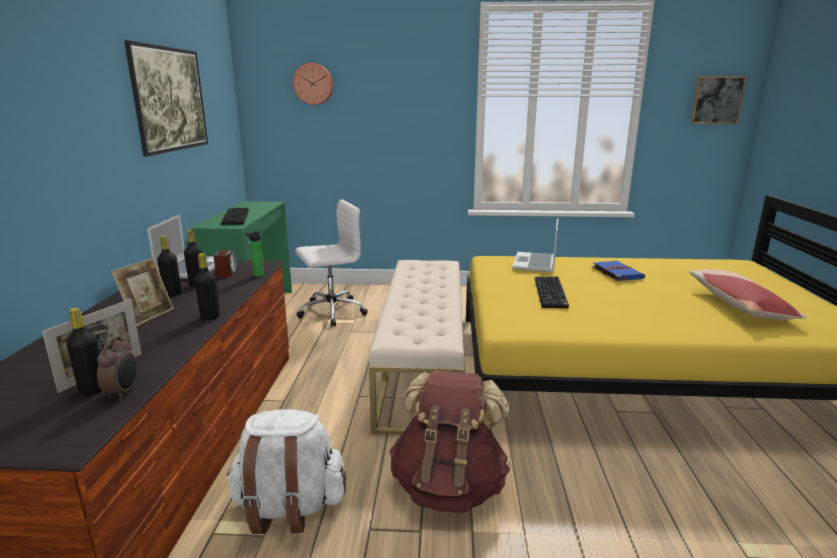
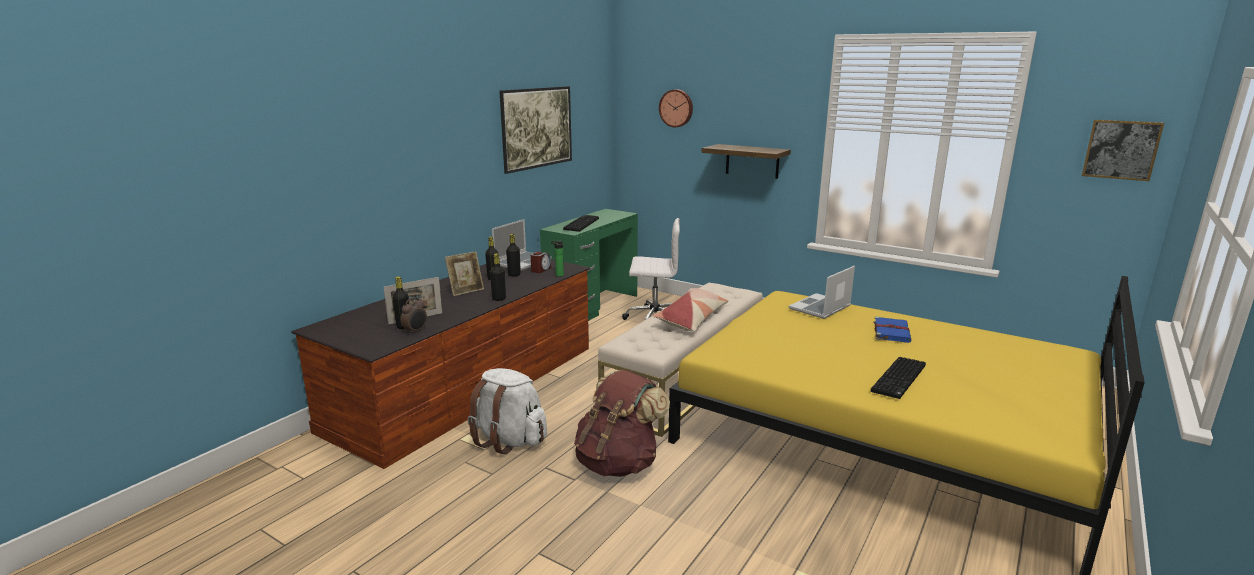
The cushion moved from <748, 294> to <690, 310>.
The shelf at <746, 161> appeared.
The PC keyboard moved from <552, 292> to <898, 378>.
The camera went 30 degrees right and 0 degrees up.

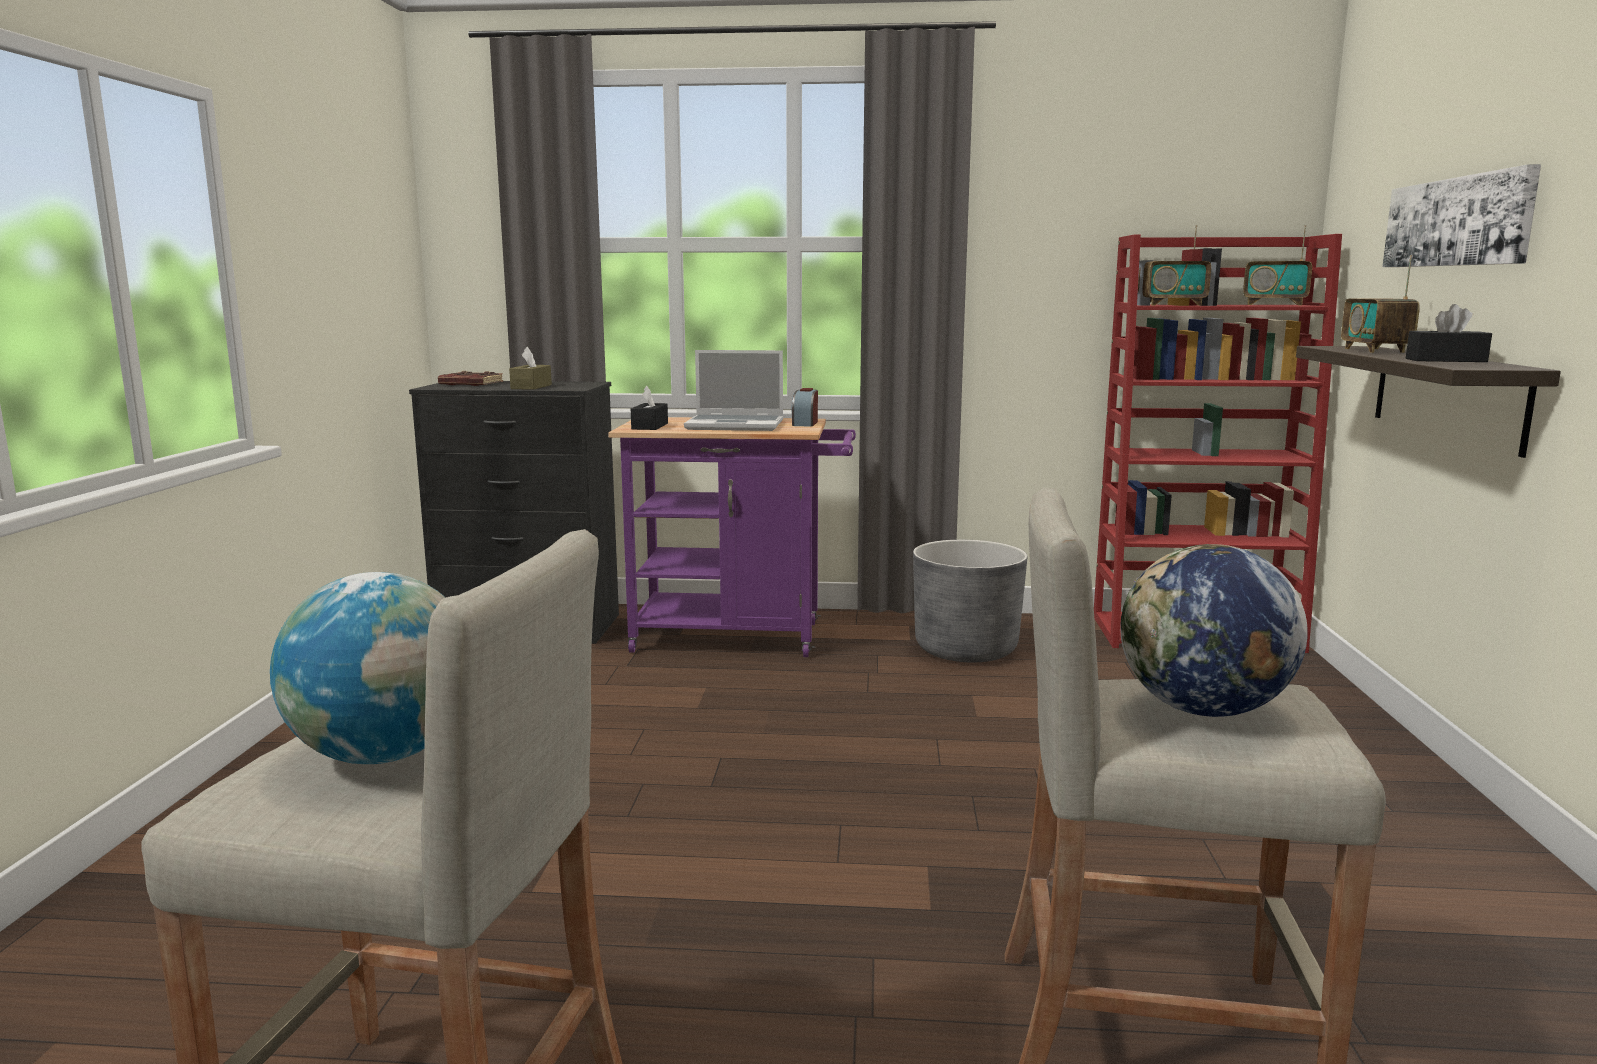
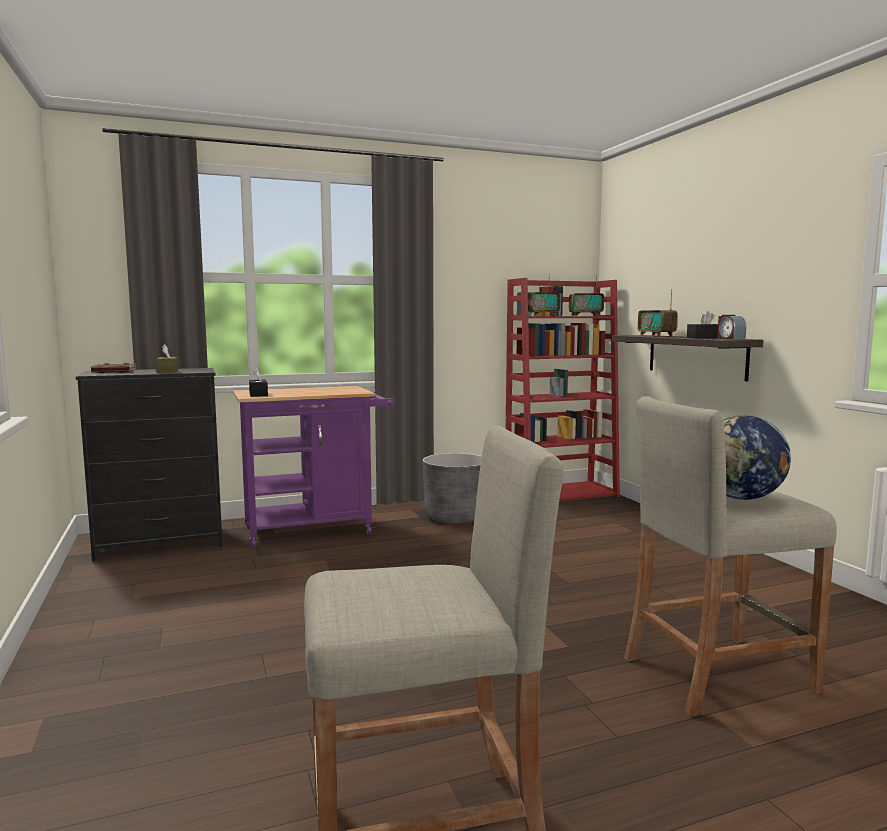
The table clock moved from <805, 407> to <731, 327>.
The desk globe at <358, 668> disappeared.
The portable computer at <733, 390> disappeared.
The wall picture at <1461, 215> disappeared.
The camera went 25 degrees left and 5 degrees down.

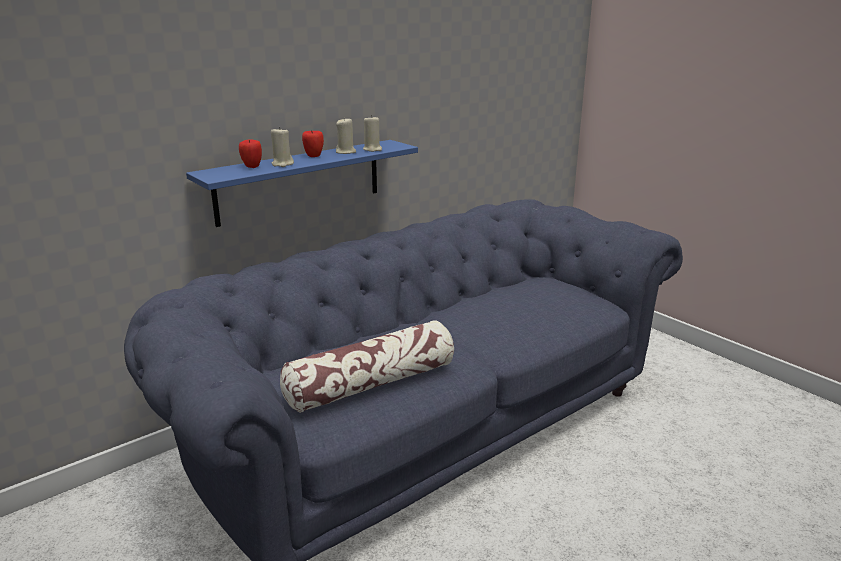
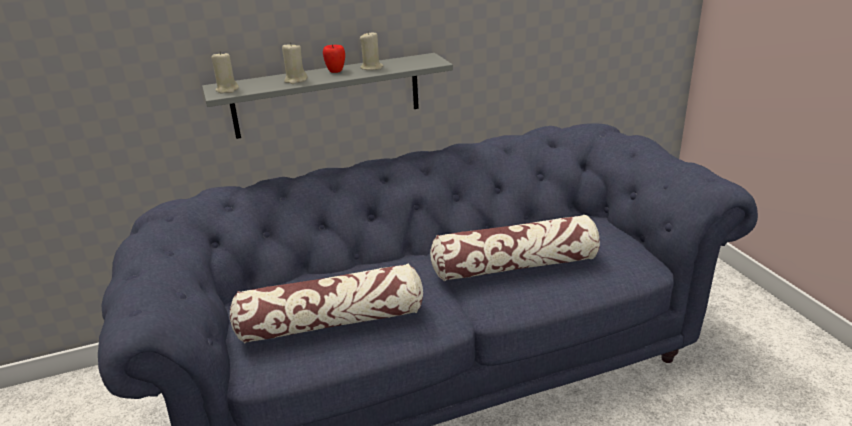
The shelf in bluish at <302, 183> became the shelf in gray at <327, 96>.
The wax light in sand-coloured moved from <372, 133> to <225, 72>.
The cushion at <515, 248> appeared.
The apple at <250, 153> disappeared.
The camera went 20 degrees right and 5 degrees up.

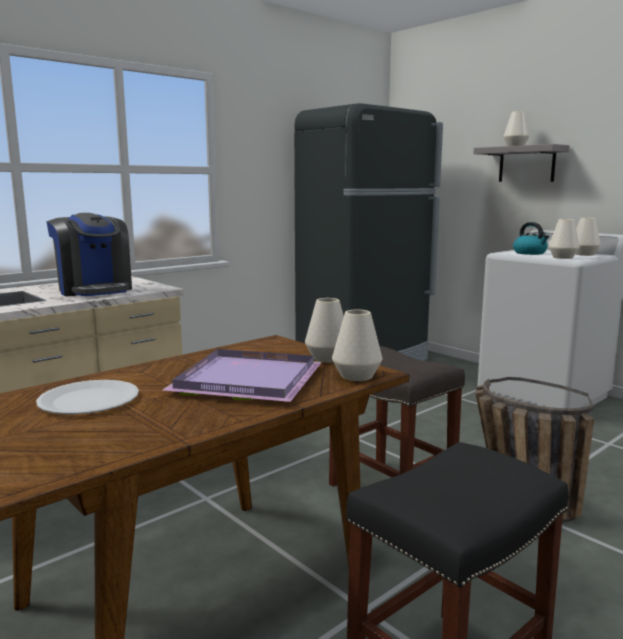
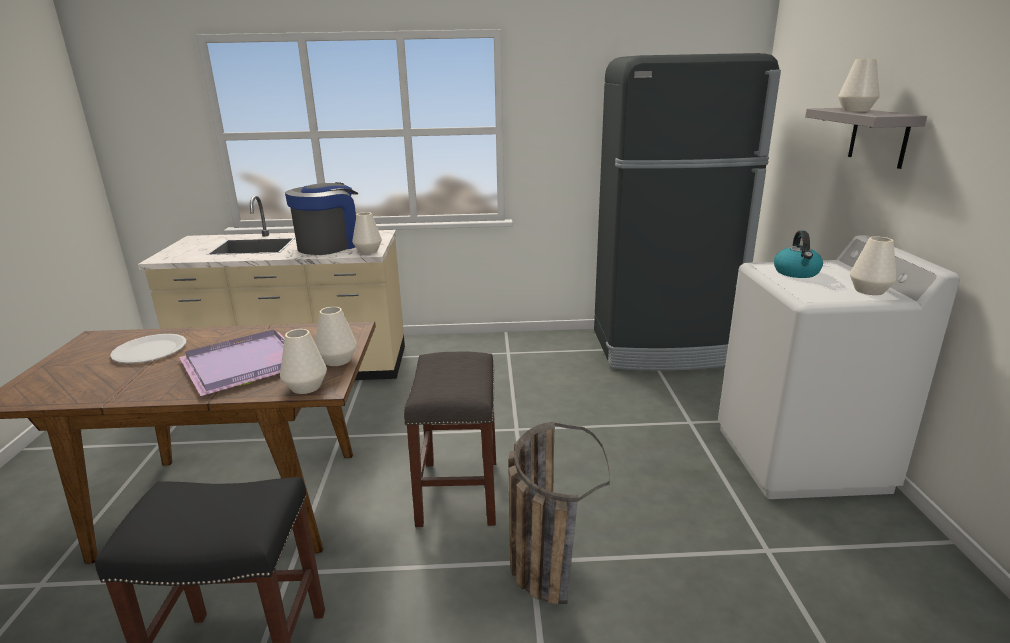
The coffee maker at <89, 254> turned 150 degrees counterclockwise.
The decorative vase in white-coloured moved from <564, 239> to <367, 233>.
The camera went 40 degrees right and 10 degrees up.

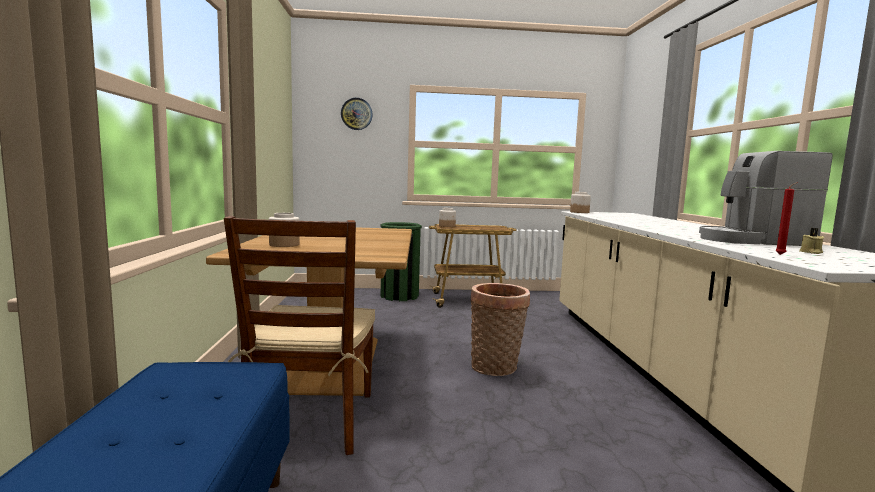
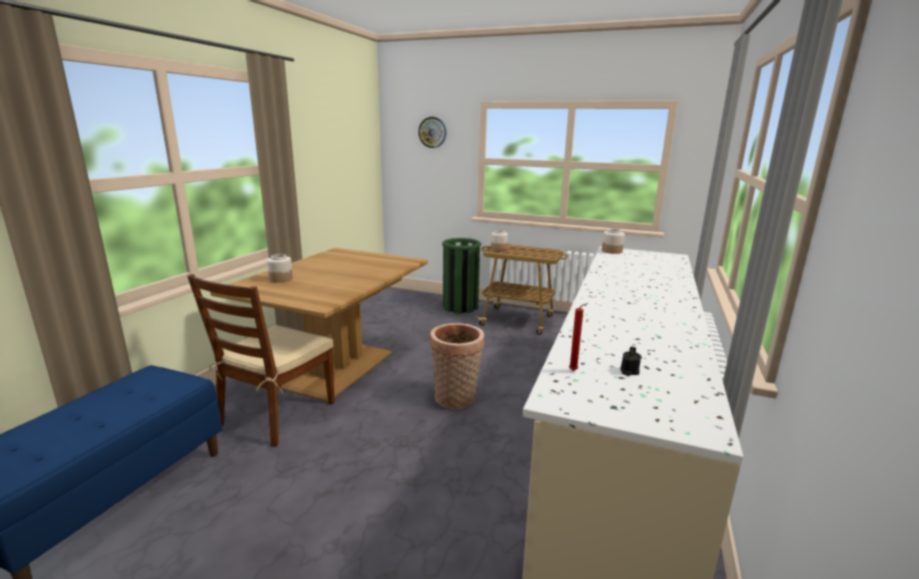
The wax light in sand-coloured at <812, 241> became the wax light in black-coloured at <631, 361>.
The coffee maker at <766, 198> disappeared.
The camera went 25 degrees right and 10 degrees up.

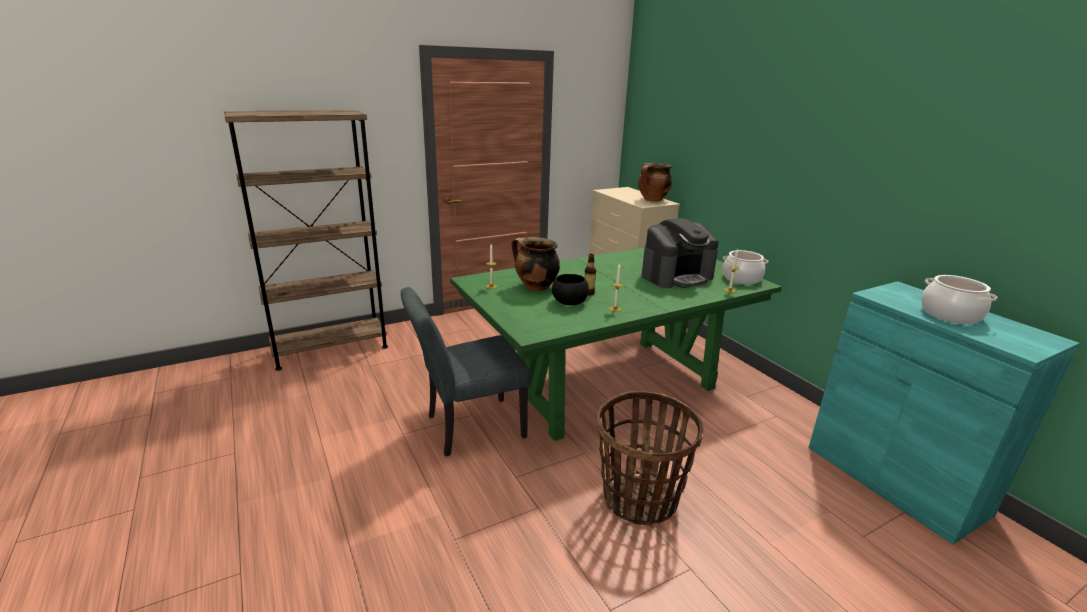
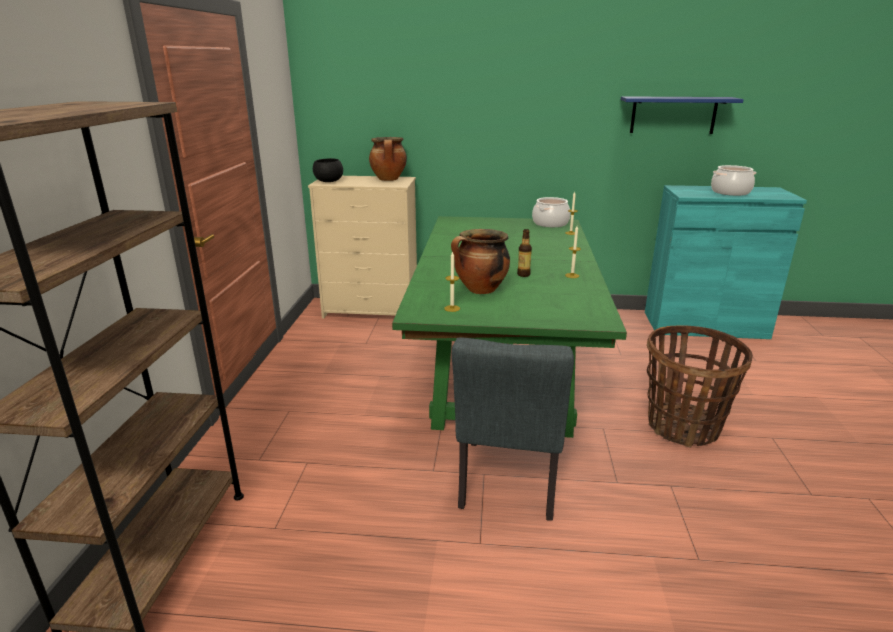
The serving bowl in black-coloured moved from <570, 289> to <328, 170>.
The shelf in bluish at <682, 115> appeared.
The coffee maker at <680, 253> disappeared.
The camera went 55 degrees left and 0 degrees up.

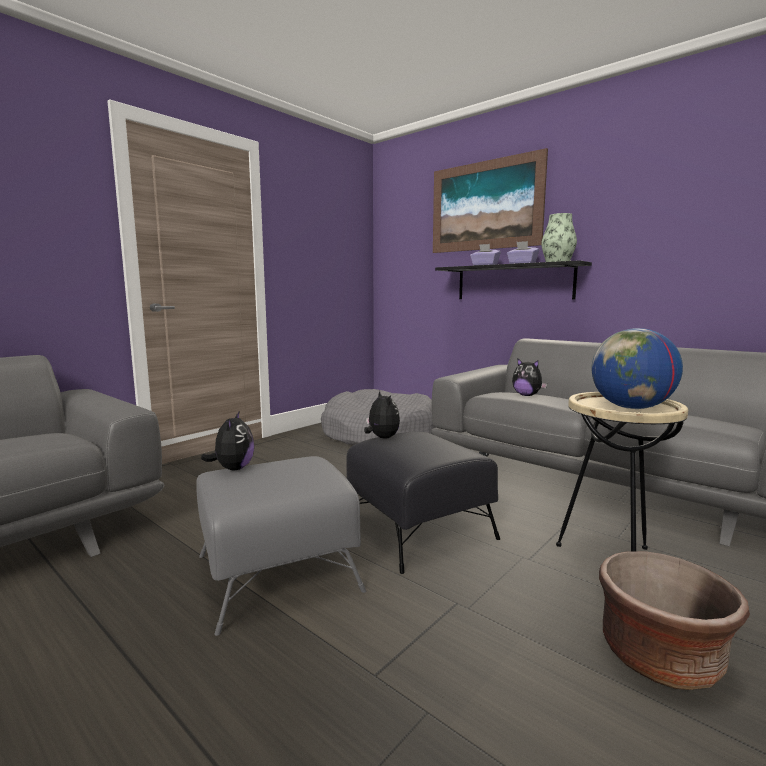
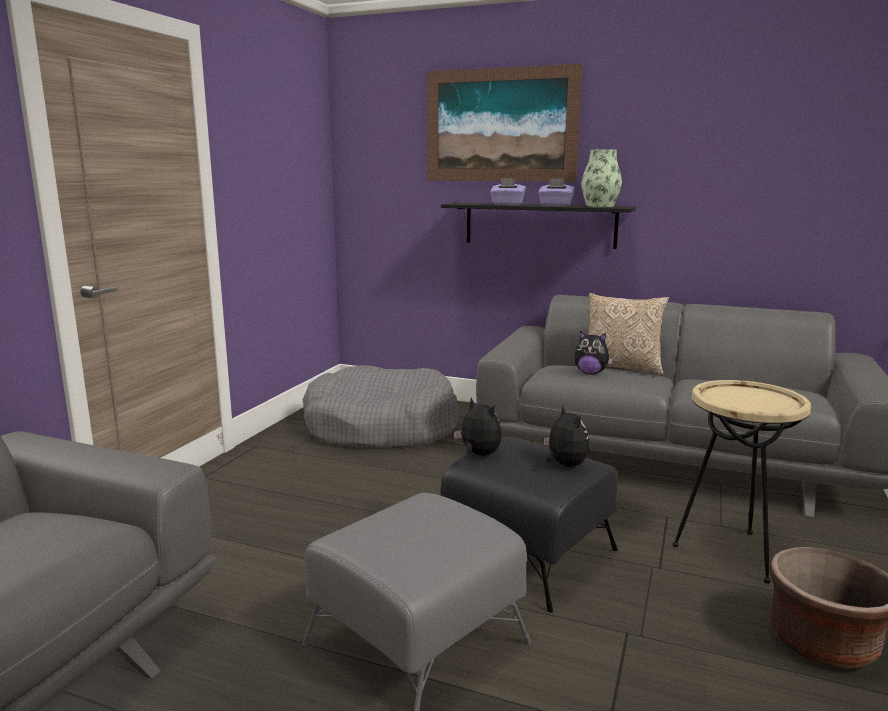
The cuddly toy moved from <228, 440> to <566, 435>.
The cushion at <628, 334> appeared.
The desk globe at <637, 368> disappeared.
The camera went 20 degrees left and 5 degrees up.

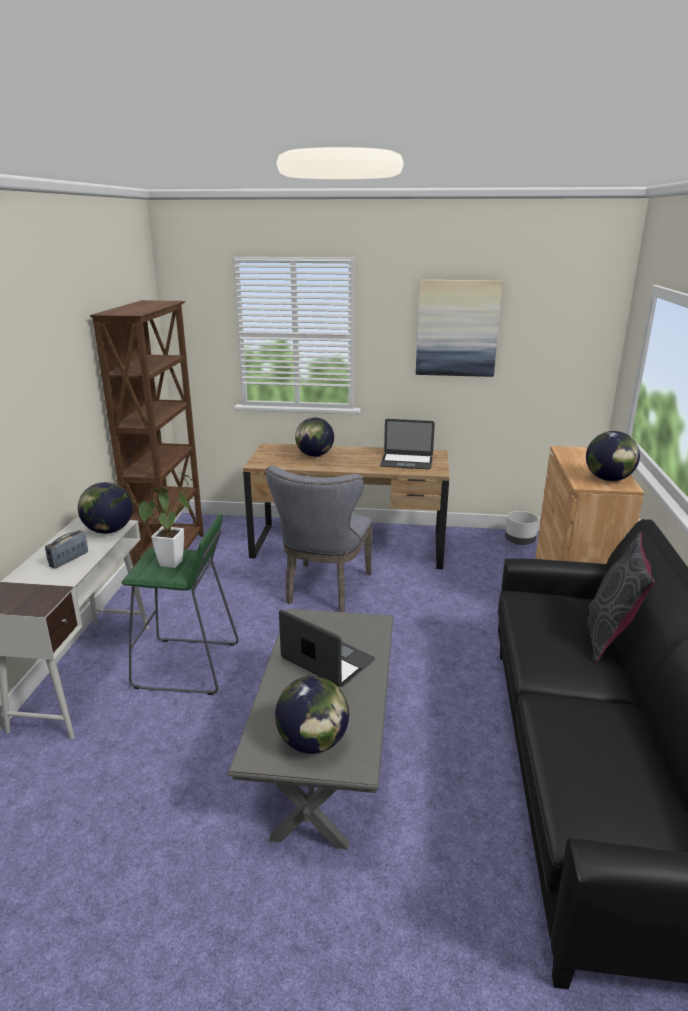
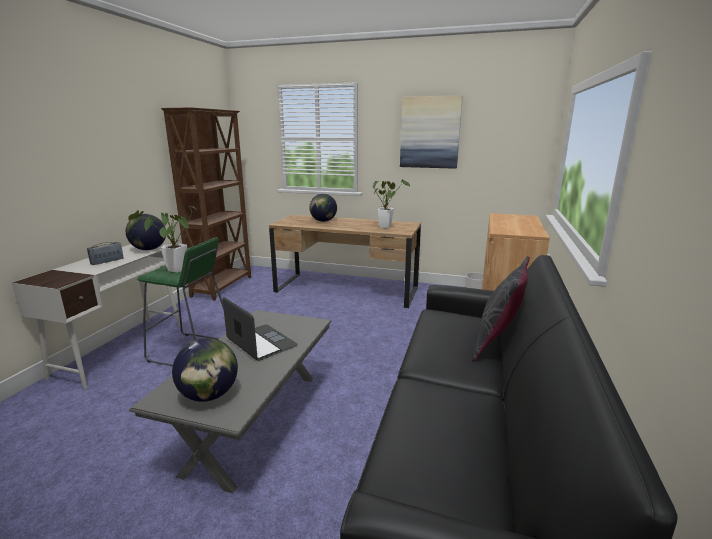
The portable computer at <407, 444> was replaced by the potted plant at <391, 204>.
The chair in gray at <319, 538> disappeared.
The desk globe at <613, 456> disappeared.
The camera went 10 degrees right and 5 degrees down.

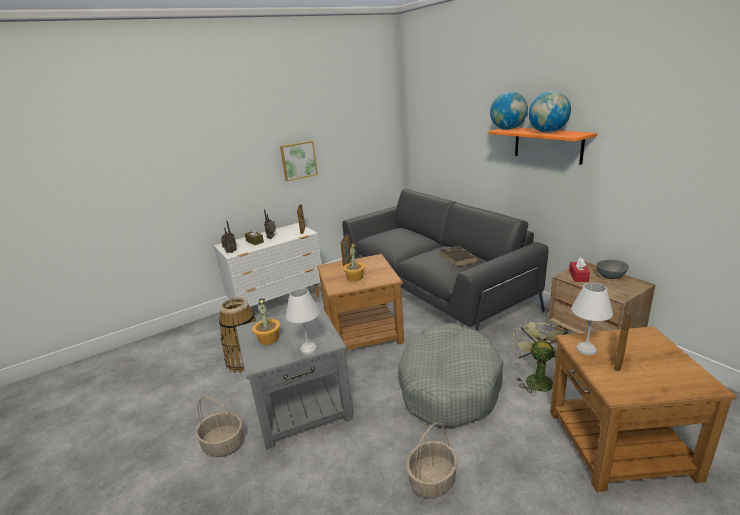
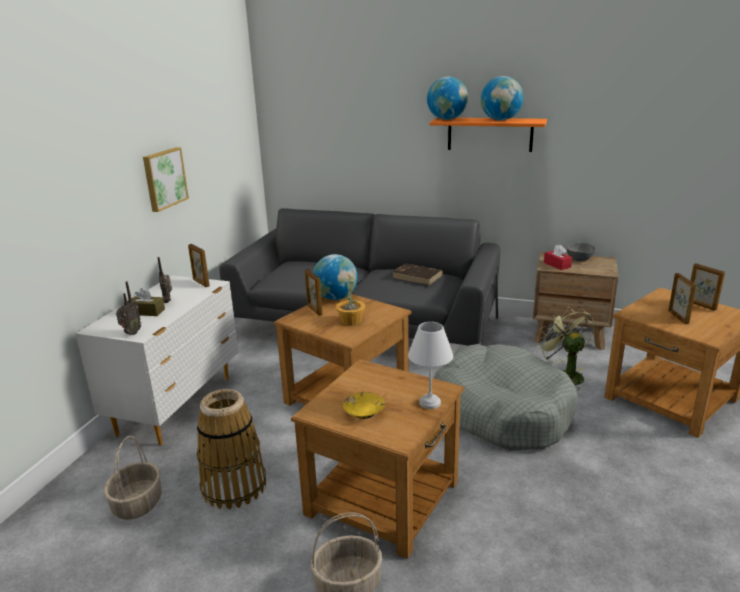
The basket moved from <432, 460> to <133, 478>.
The accent table in gray at <294, 377> became the accent table in brown at <377, 459>.
The desk globe at <335, 277> appeared.
The potted plant at <266, 321> was replaced by the serving bowl in yellow-coloured at <364, 405>.
The photo frame at <707, 287> appeared.
The table lamp in white-coloured at <592, 319> disappeared.
The camera went 40 degrees left and 0 degrees up.

